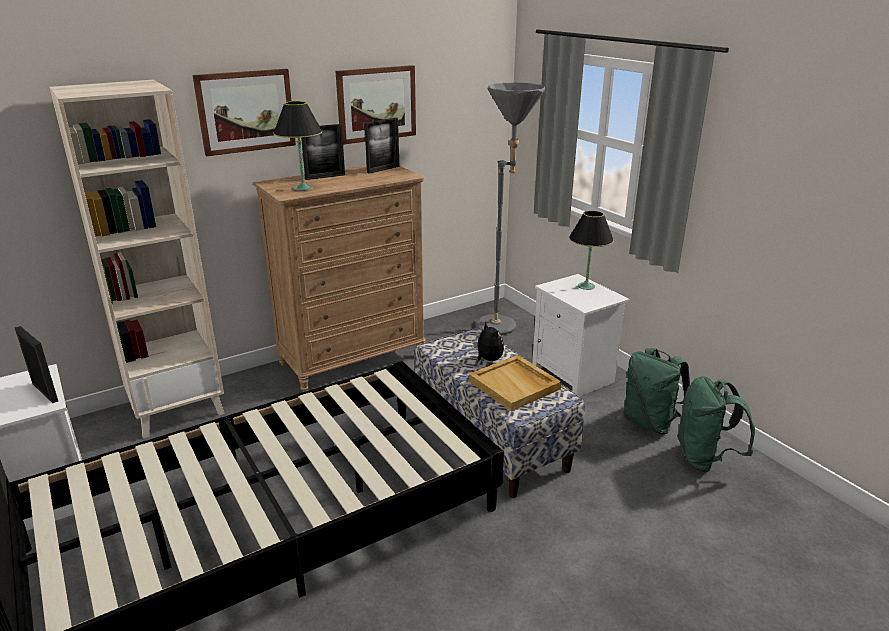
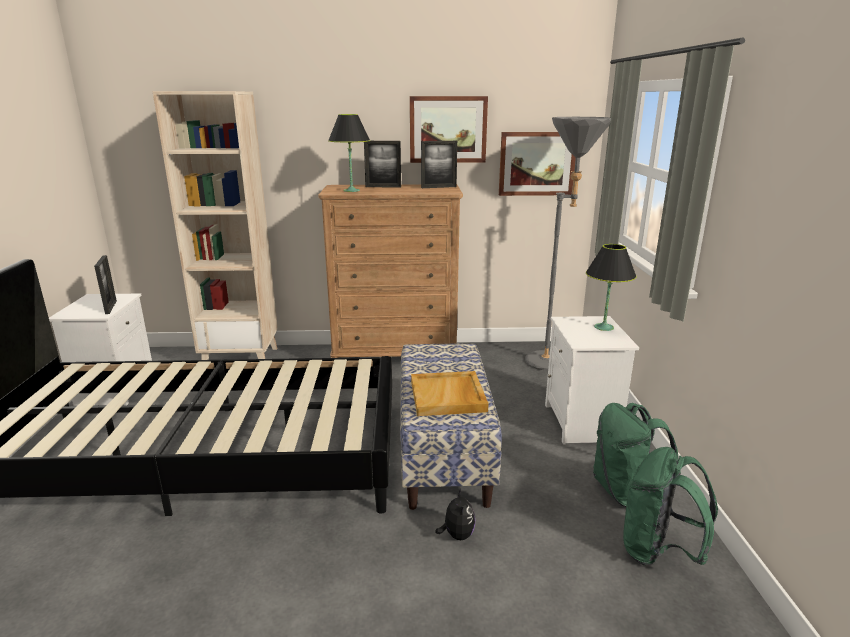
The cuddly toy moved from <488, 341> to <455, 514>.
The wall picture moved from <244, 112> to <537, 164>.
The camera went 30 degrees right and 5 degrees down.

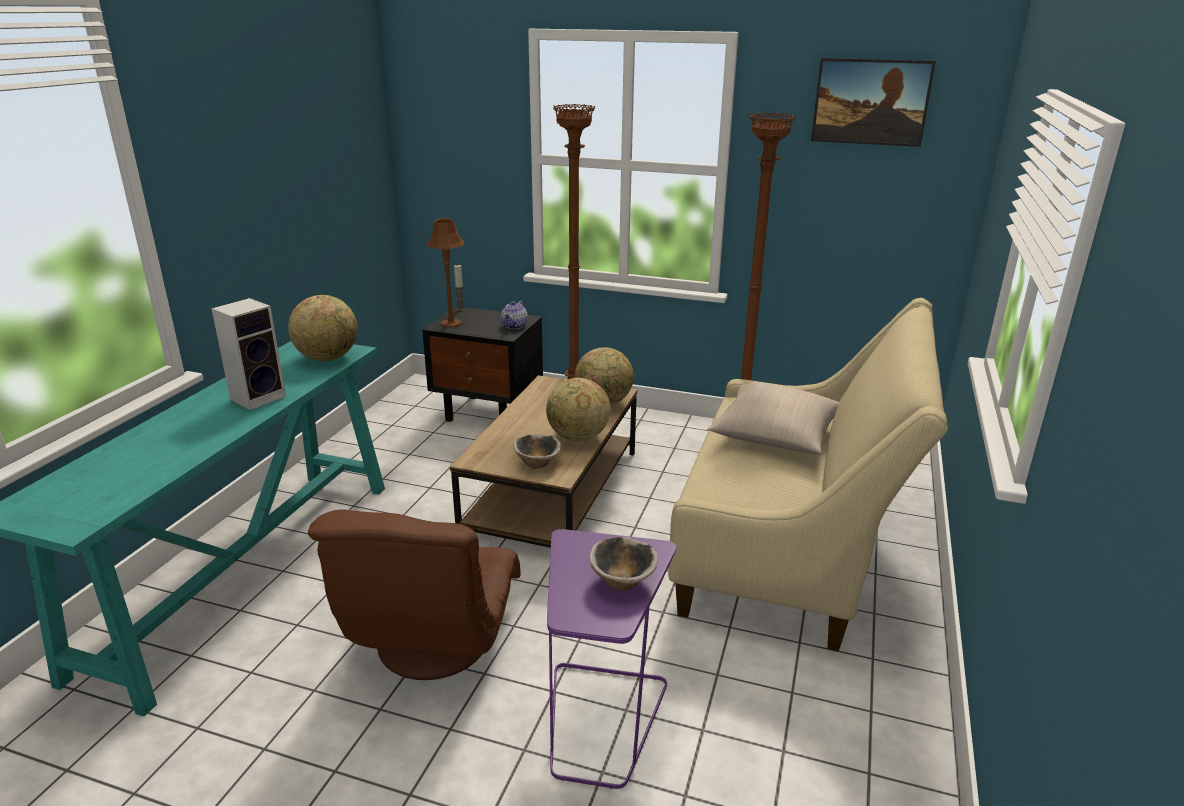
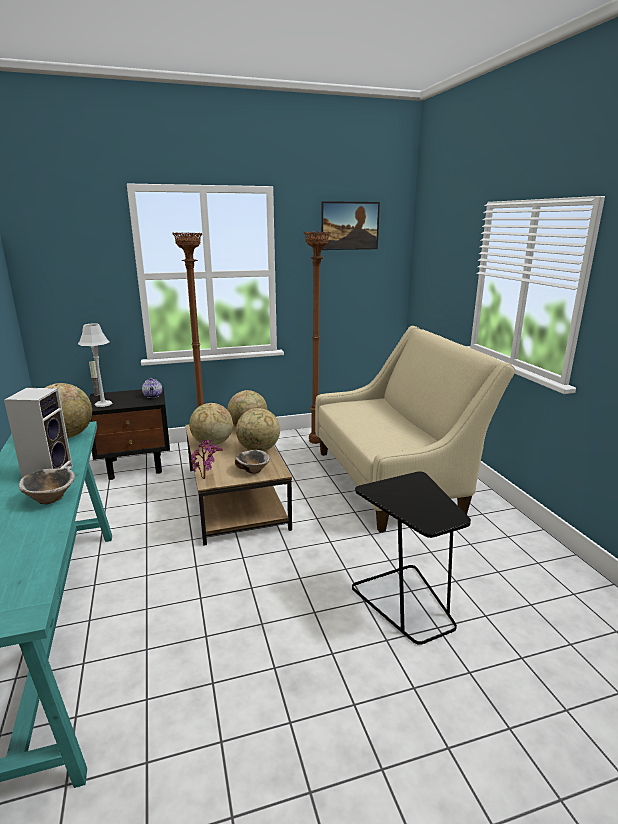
The serving bowl moved from <623, 564> to <47, 486>.
The table lamp in brown at <445, 273> became the table lamp in gray at <95, 365>.
The desk globe at <211, 424> appeared.
The potted plant at <206, 459> appeared.
The accent table in purple-coloured at <612, 659> became the accent table in black-coloured at <411, 558>.
The easy chair in brown at <414, 595> disappeared.
The cushion in sand-coloured at <773, 419> disappeared.
The camera went 35 degrees left and 5 degrees down.

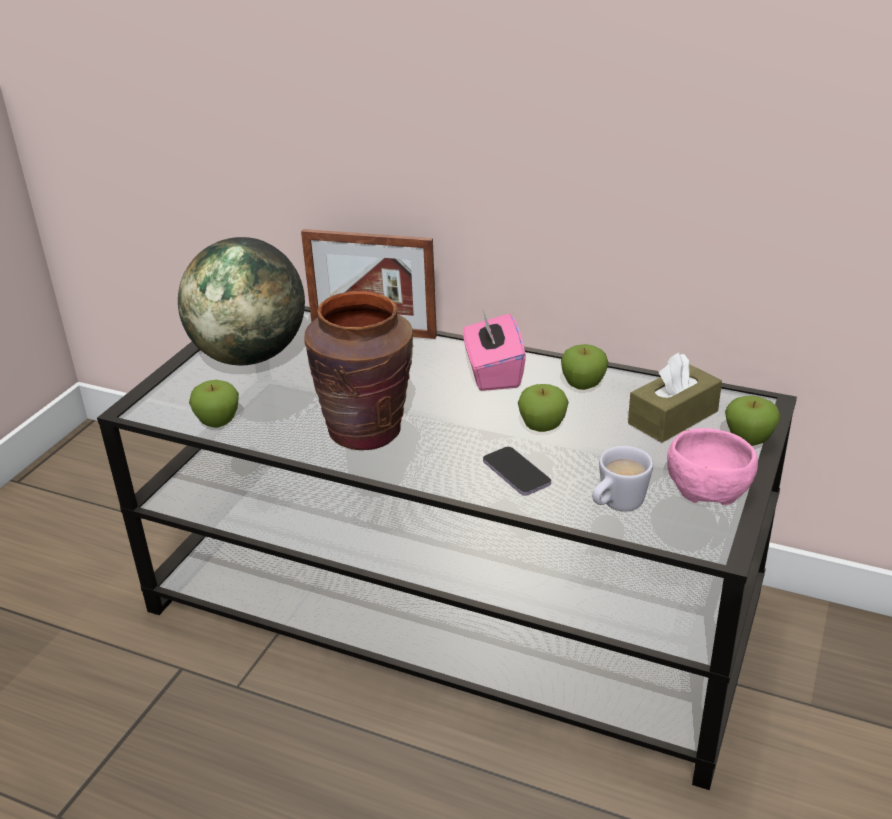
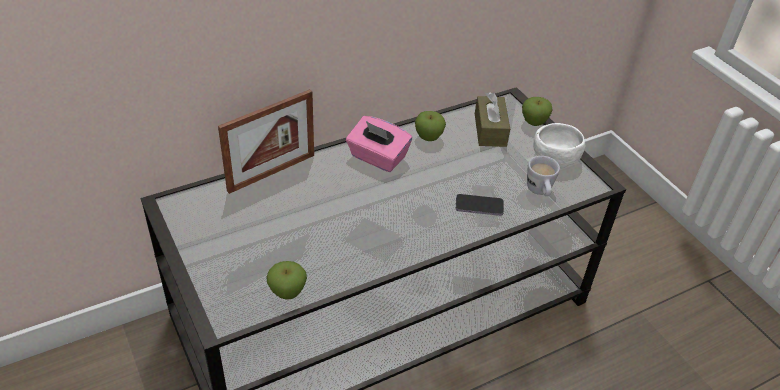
The serving bowl in pink at <712, 466> became the serving bowl in white-coloured at <559, 146>.
The desk globe at <241, 301> disappeared.
The decorative vase in brown at <358, 370> disappeared.
The apple at <543, 408> disappeared.
The camera went 55 degrees left and 10 degrees up.

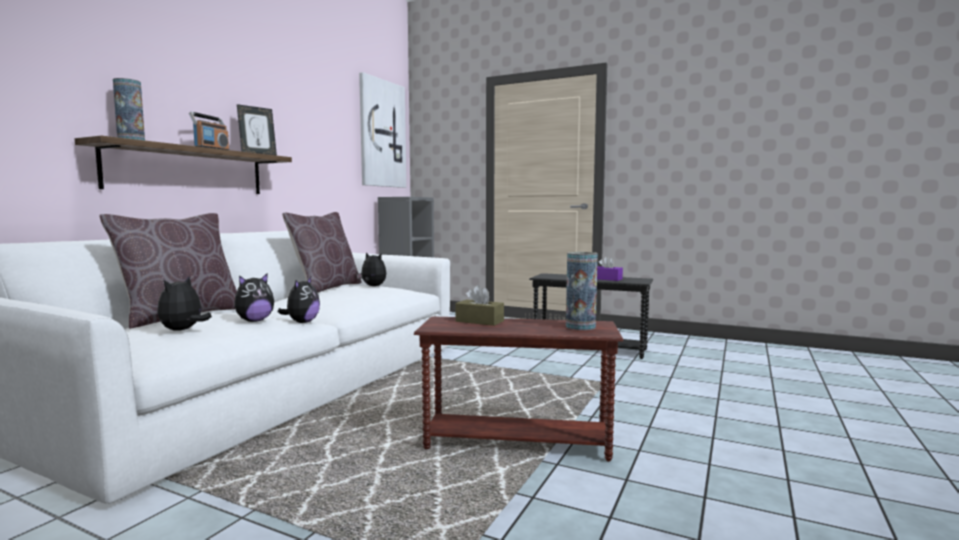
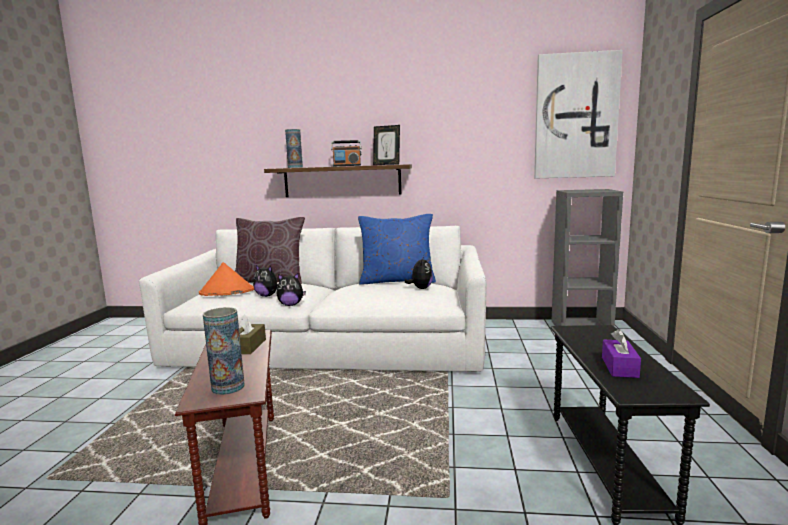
The cuddly toy at <184, 303> was replaced by the clothing hat in orange at <226, 279>.
The cushion in brown at <322, 252> became the cushion in bluish at <397, 249>.
The camera went 70 degrees right and 5 degrees up.

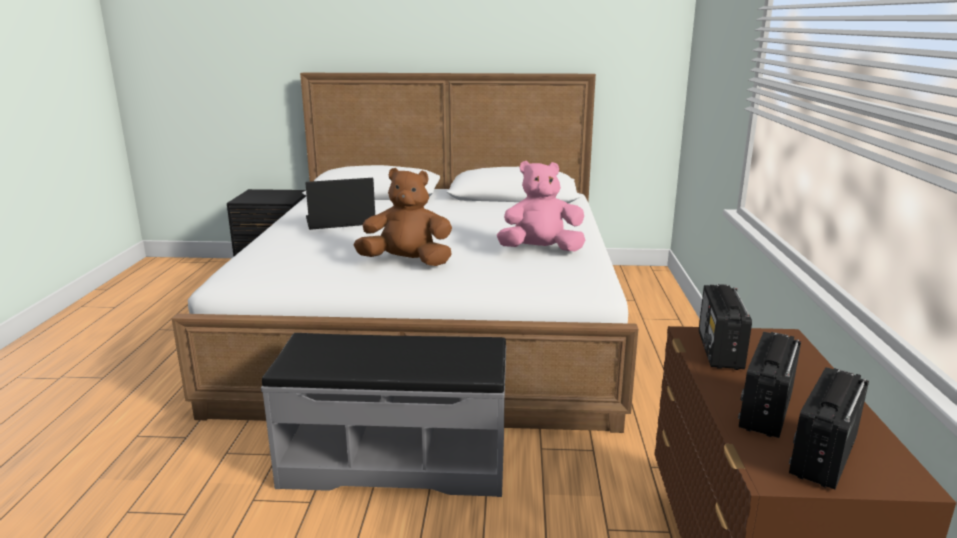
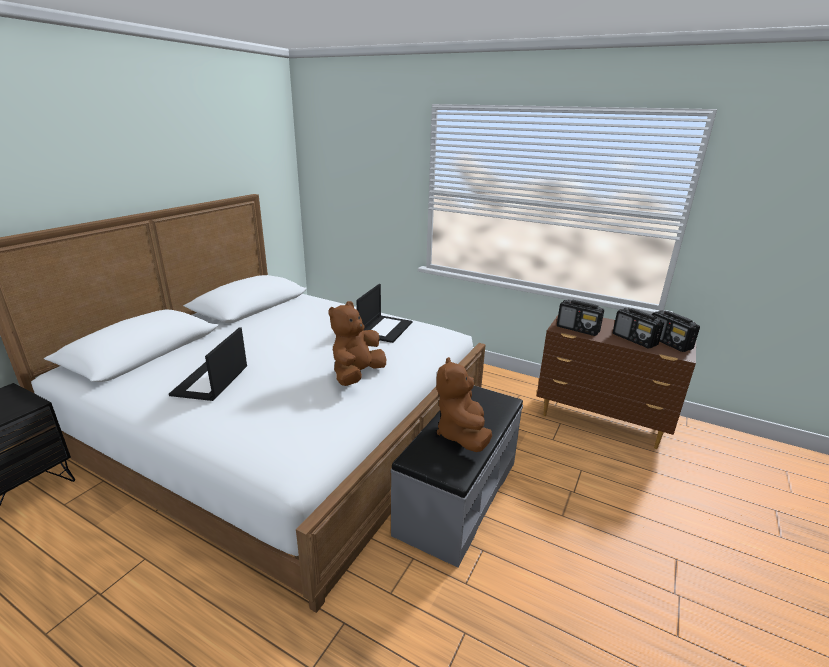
The cuddly toy in pink at <541, 206> was replaced by the portable computer at <384, 313>.
The cuddly toy in brown at <464, 404> appeared.
The camera went 65 degrees left and 5 degrees up.

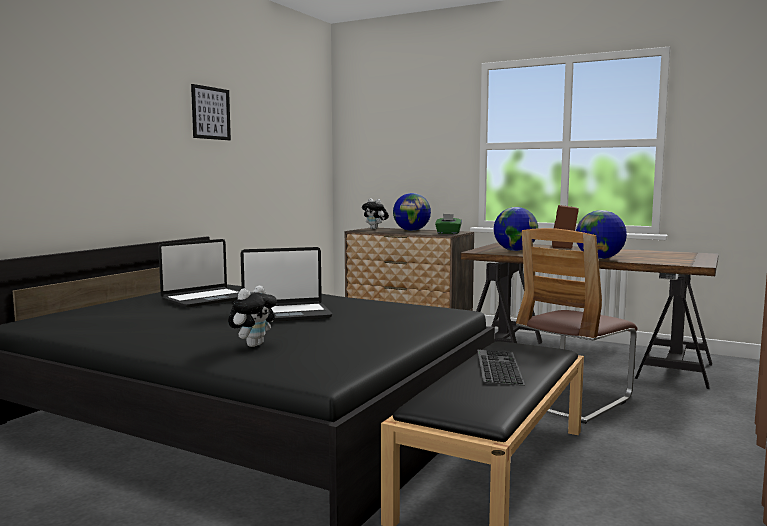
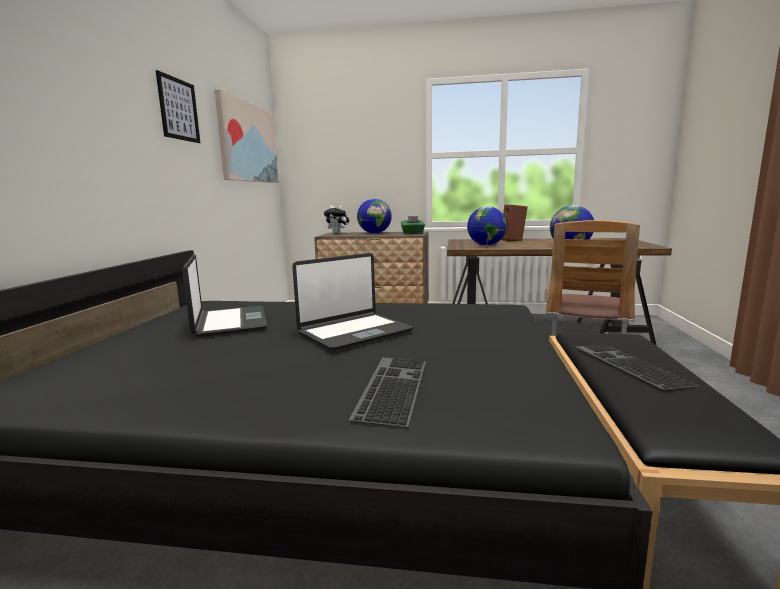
The portable computer at <198, 273> turned 45 degrees counterclockwise.
The wall picture at <247, 136> appeared.
The cuddly toy at <252, 316> was replaced by the PC keyboard at <387, 392>.
The camera went 20 degrees left and 5 degrees up.

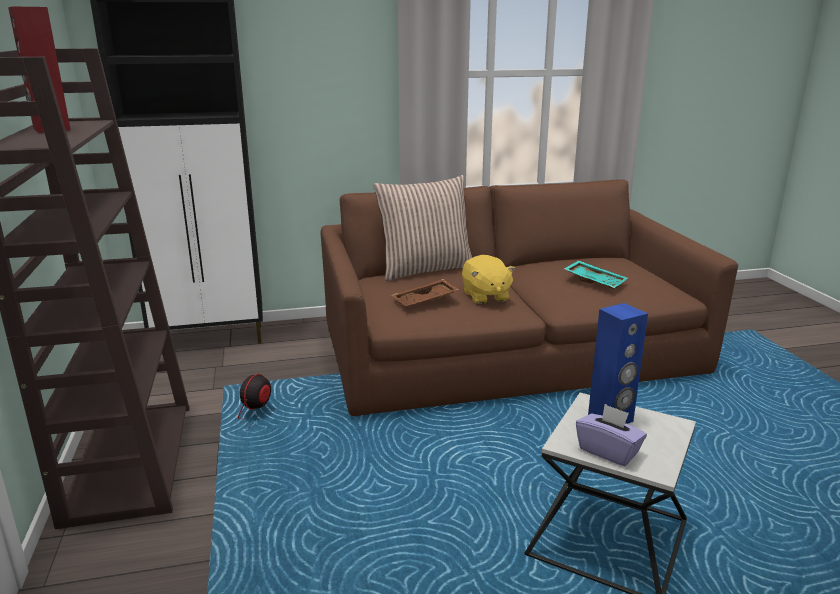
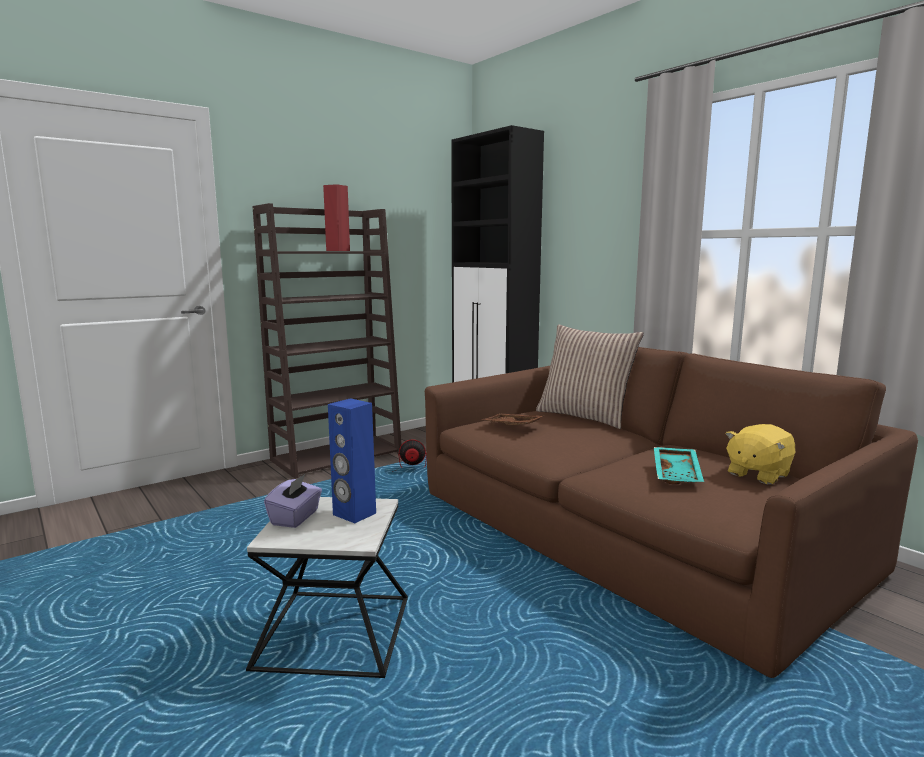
The cuddly toy in yellow-coloured moved from <489, 279> to <760, 454>.
The camera went 65 degrees right and 10 degrees down.

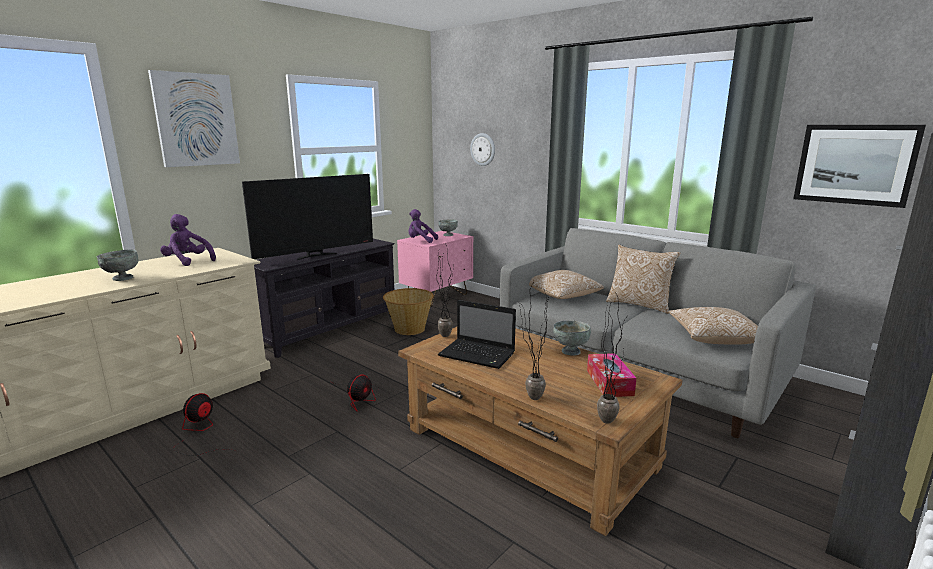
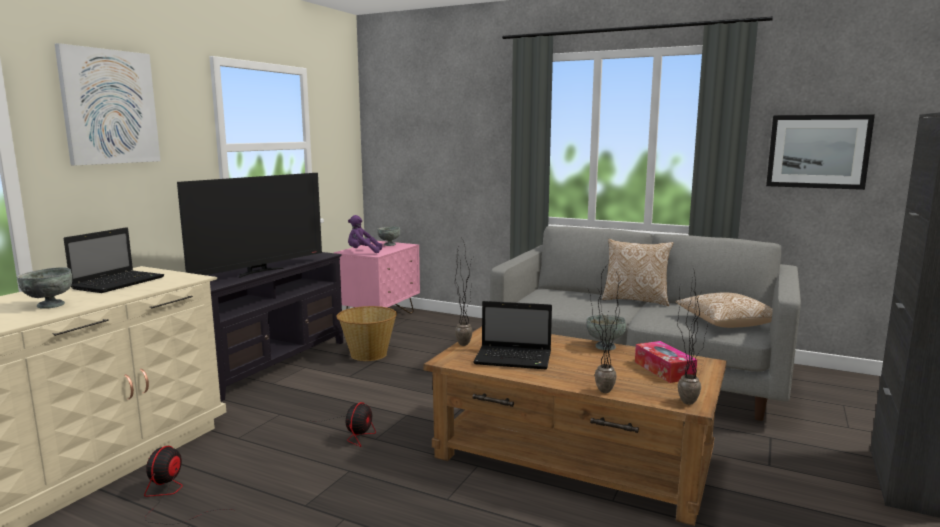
The cuddly toy in purple-coloured at <188, 240> was replaced by the portable computer at <113, 260>.
The wall clock at <482, 149> disappeared.
The cushion at <566, 284> disappeared.
The camera went 15 degrees left and 5 degrees down.

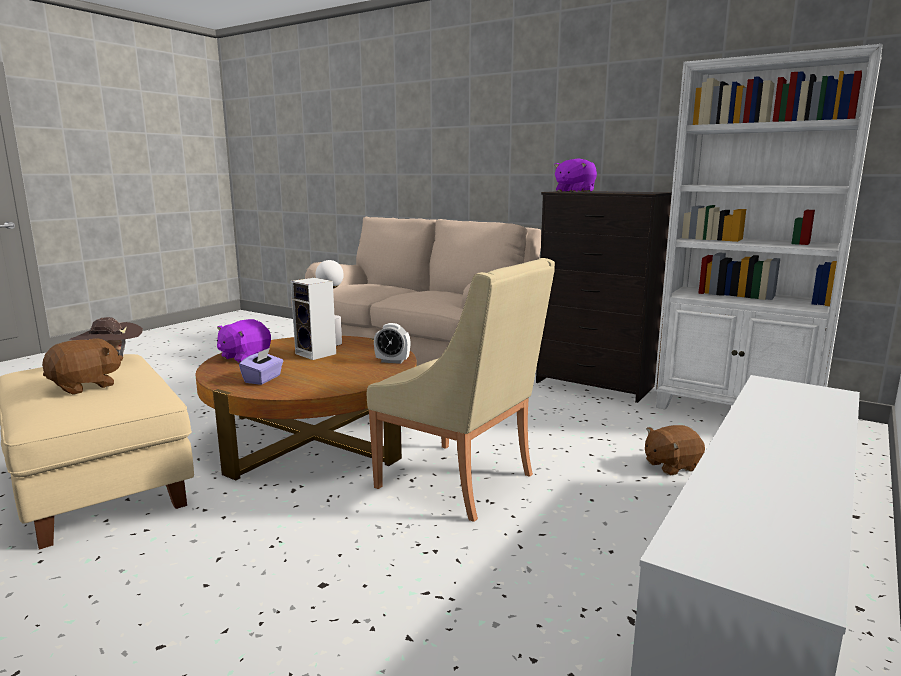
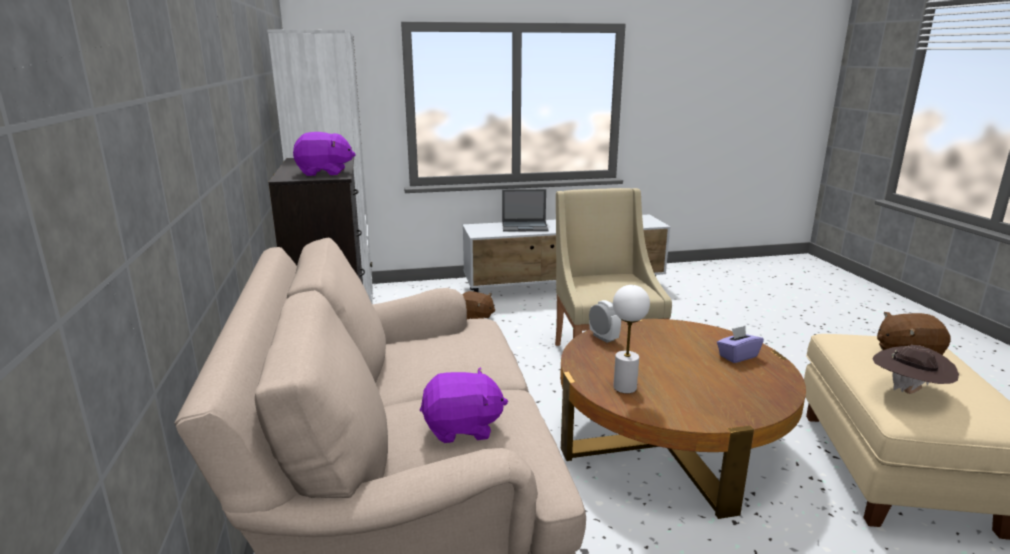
The cuddly toy in purple-coloured moved from <244, 341> to <464, 405>.
The portable computer at <525, 210> appeared.
The loudspeaker at <313, 318> disappeared.
The camera went 135 degrees left and 5 degrees up.

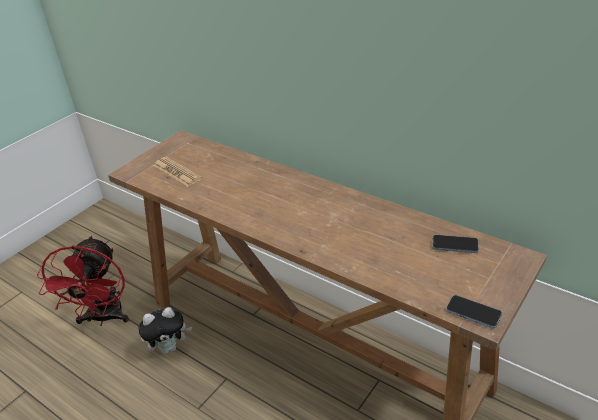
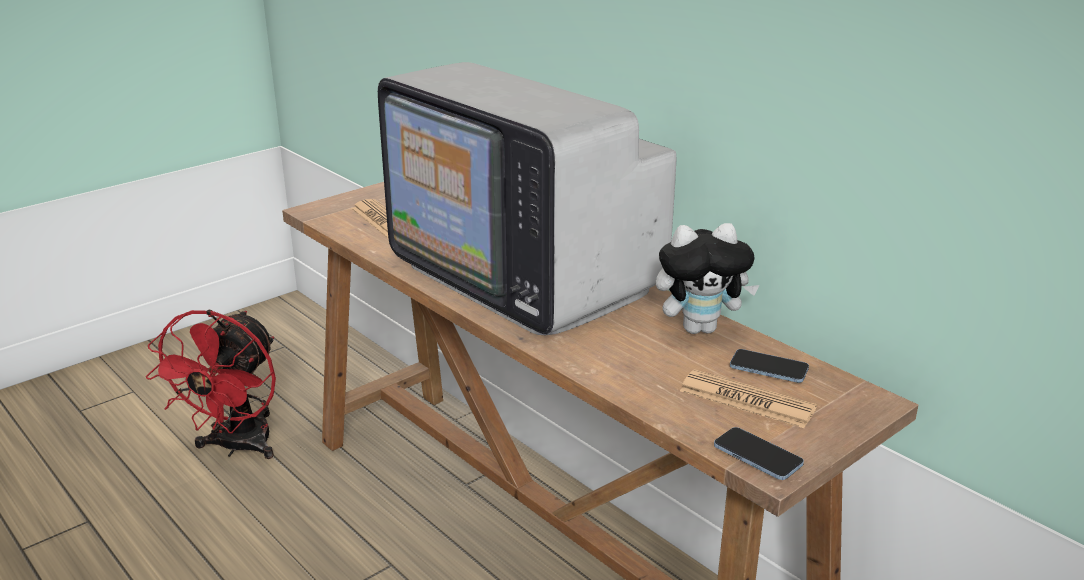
The TV at <527, 198> appeared.
The cuddly toy moved from <165, 330> to <708, 278>.
The daily paper at <748, 398> appeared.
The camera went 10 degrees right and 10 degrees down.

